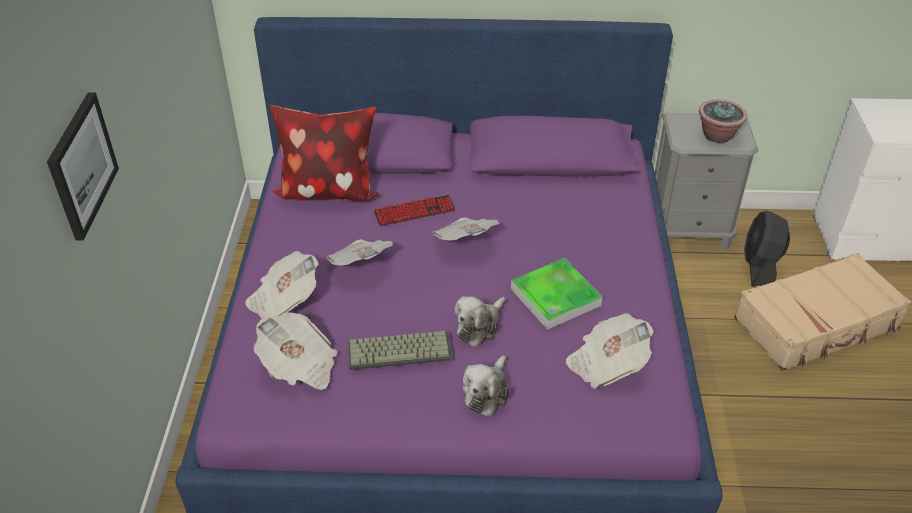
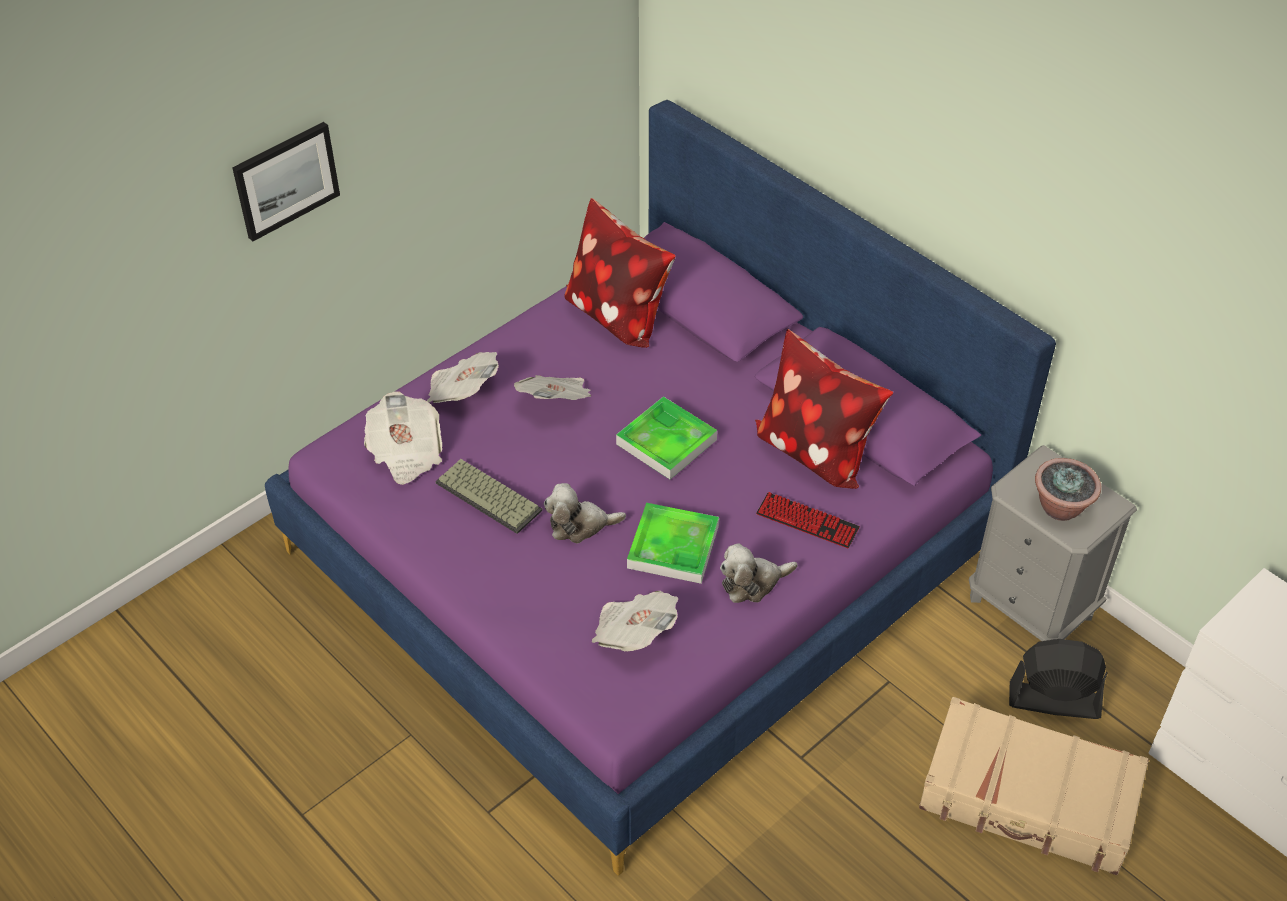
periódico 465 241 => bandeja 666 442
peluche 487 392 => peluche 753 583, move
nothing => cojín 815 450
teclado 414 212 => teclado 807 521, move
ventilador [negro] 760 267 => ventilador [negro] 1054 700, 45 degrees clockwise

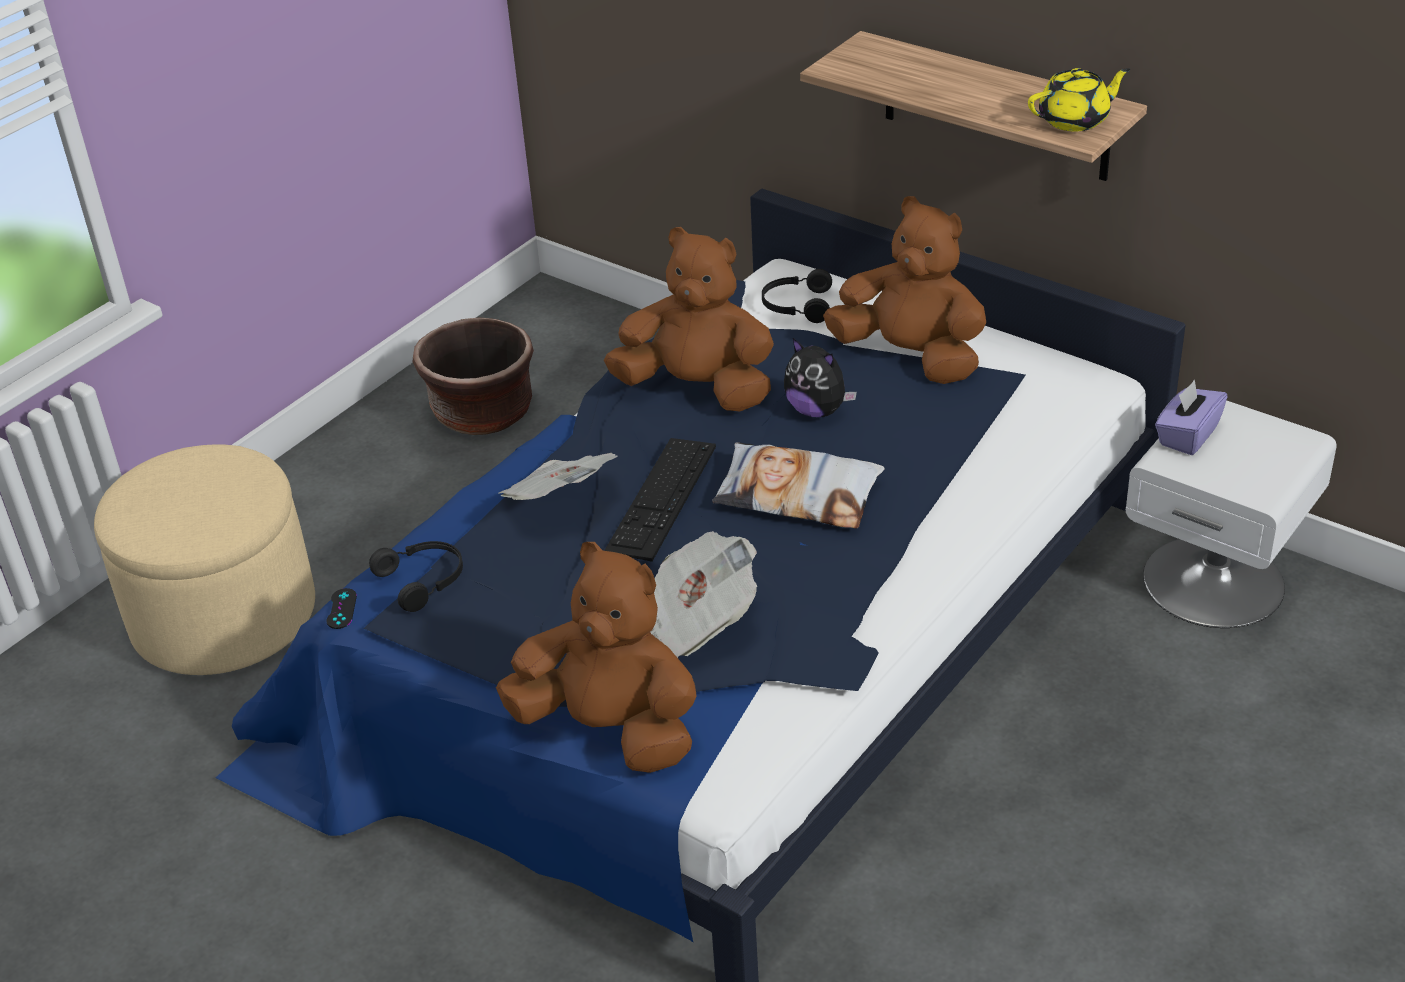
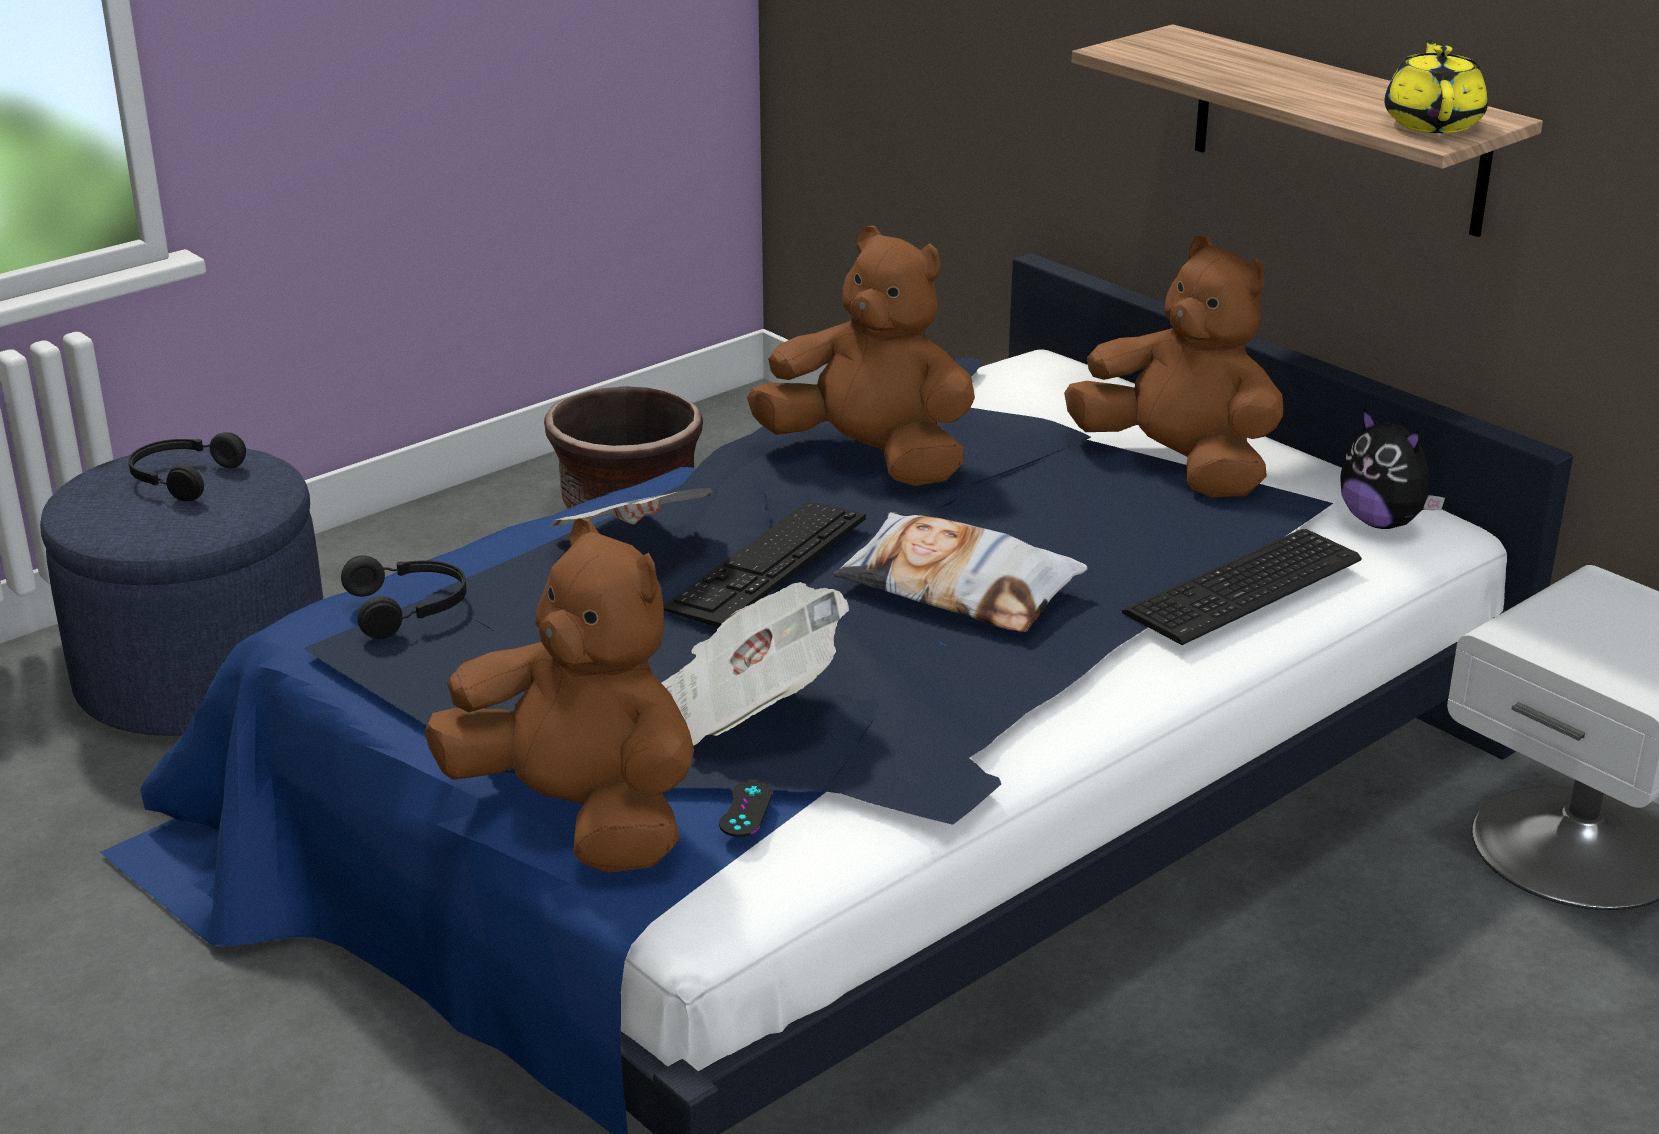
puf [beis] 224 616 => puf [azul] 203 676
auriculares [negro] 796 306 => auriculares [negro] 182 479, move
mando de consola [negro] 341 609 => mando de consola [negro] 746 809, move
nothing => teclado 1250 587
peluche 817 410 => peluche 1382 522, move
tetera [amarillo] 1075 120 => tetera [amarillo] 1433 123, 75 degrees counterclockwise
caja de pañuelos [morado] 1187 436 => nothing

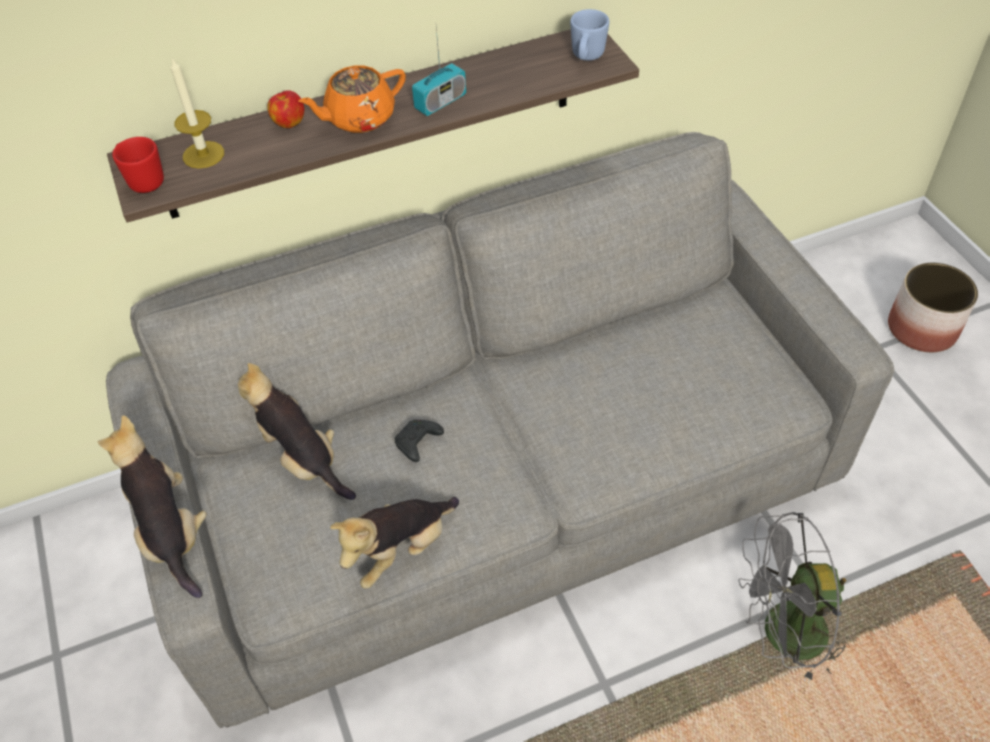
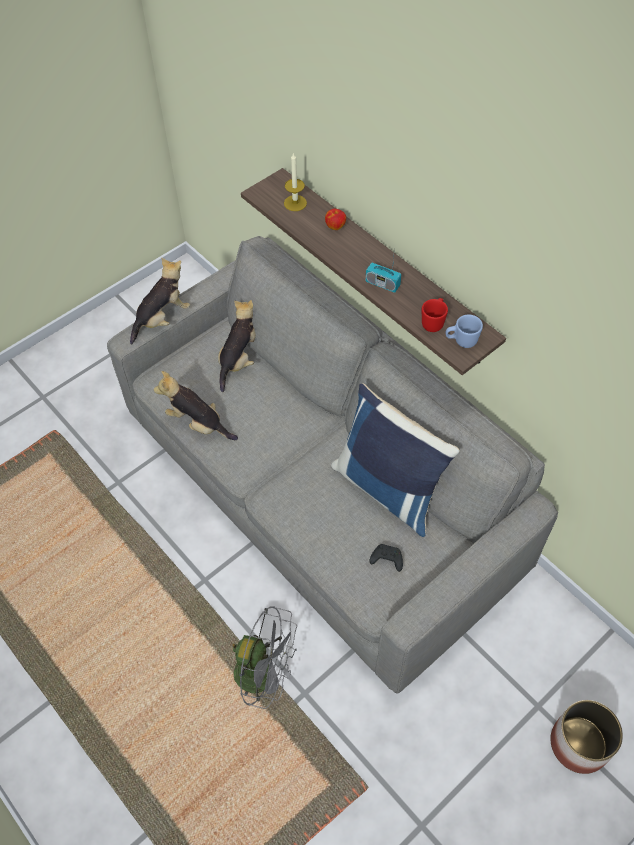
ventilador [gris] 781 636 => ventilador [gris] 264 674, 135 degrees clockwise
nothing => cojín [azul] 389 488
mando de consola [negro] 417 444 => mando de consola [negro] 386 560, move
taza grande [rojo] 143 180 => taza grande [rojo] 433 322, move
tetera [naranja] 359 118 => nothing

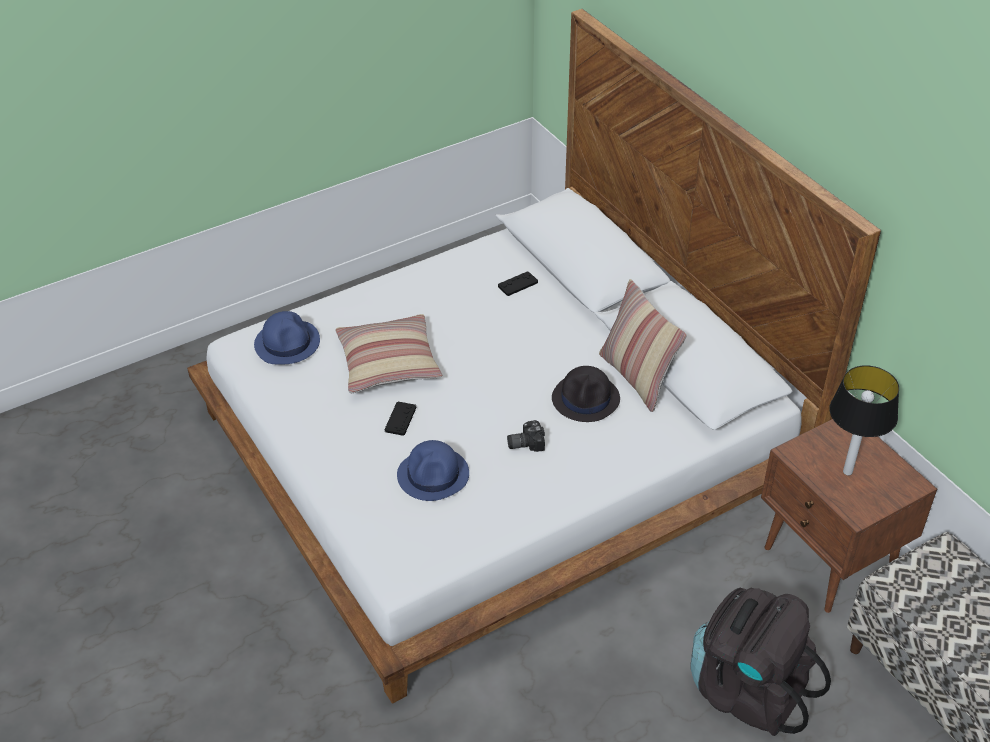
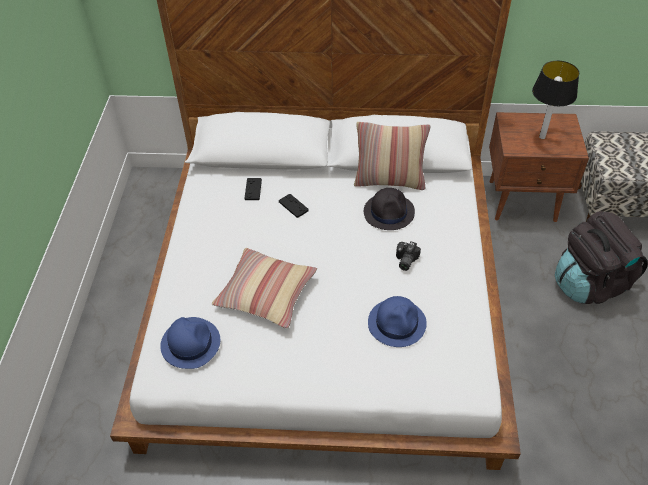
mando de consola [negro] 400 419 => mando de consola [negro] 293 206, move

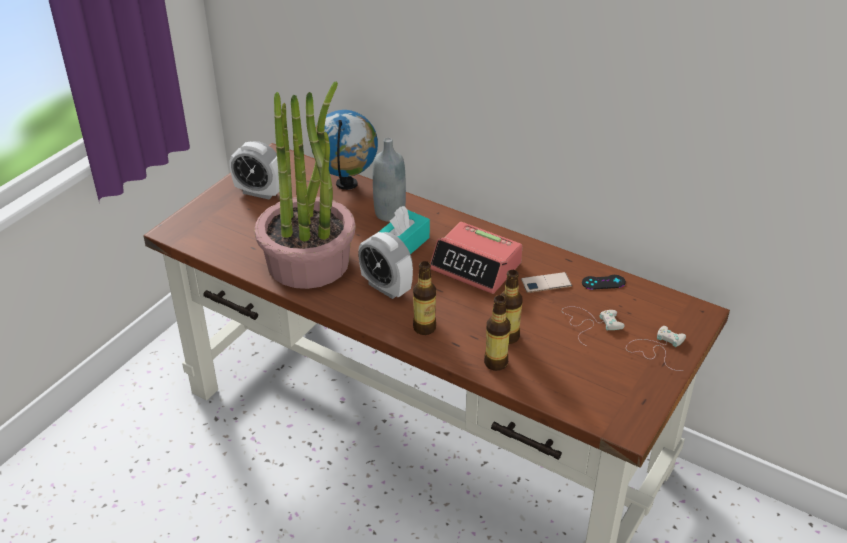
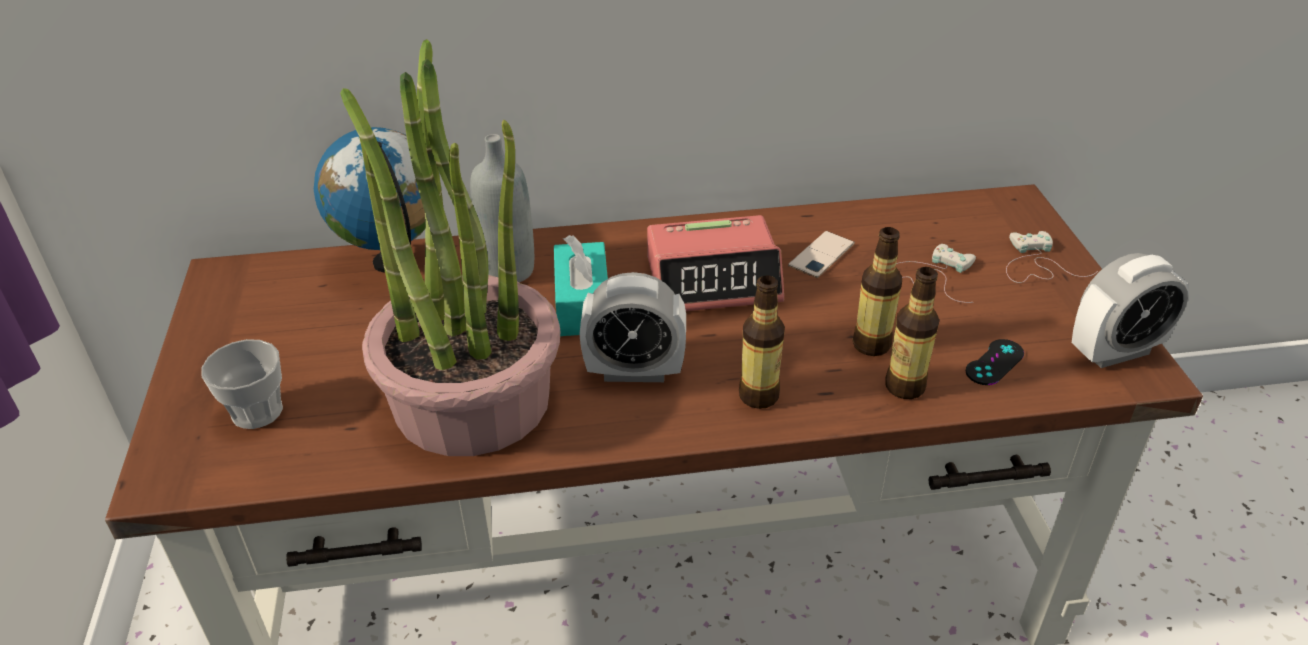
nothing => taza 257 411
mando de consola [negro] 603 282 => mando de consola [negro] 994 362, move
despertador 259 192 => despertador 1115 352, move

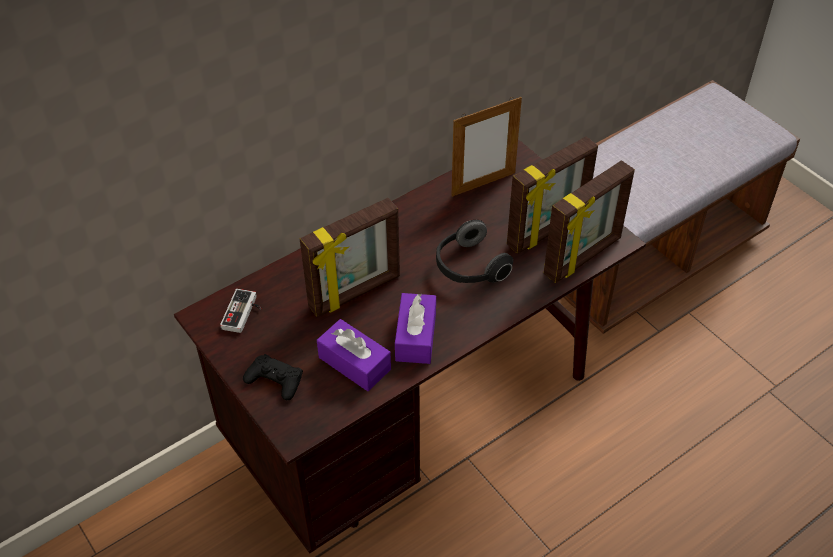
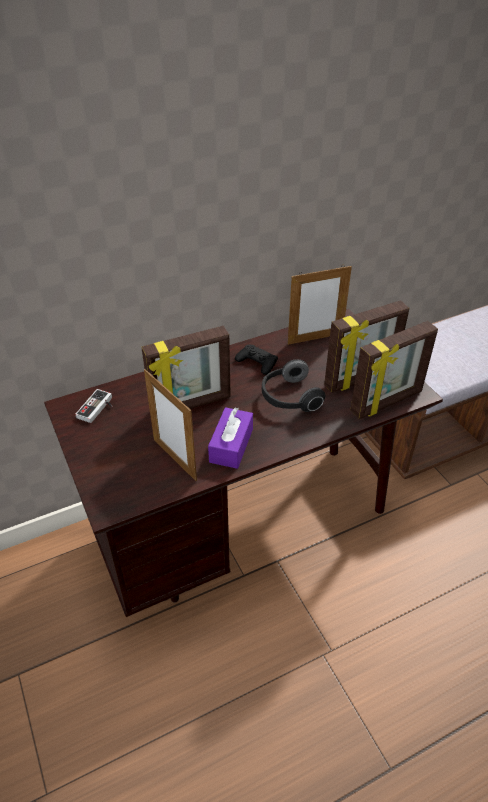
caja de pañuelos [morado] 354 363 => portarretratos 174 459
mando de consola [negro] 275 380 => mando de consola [negro] 257 362, move

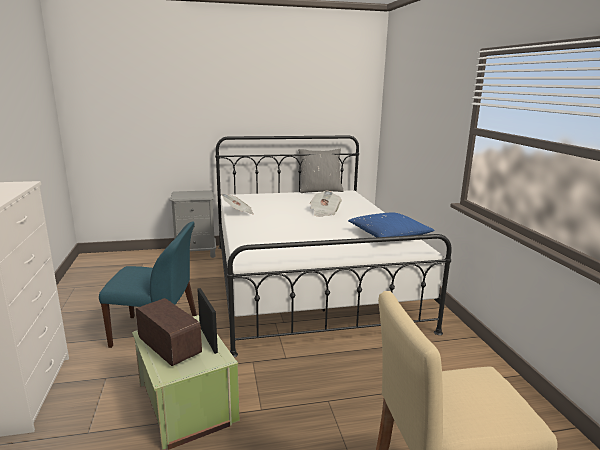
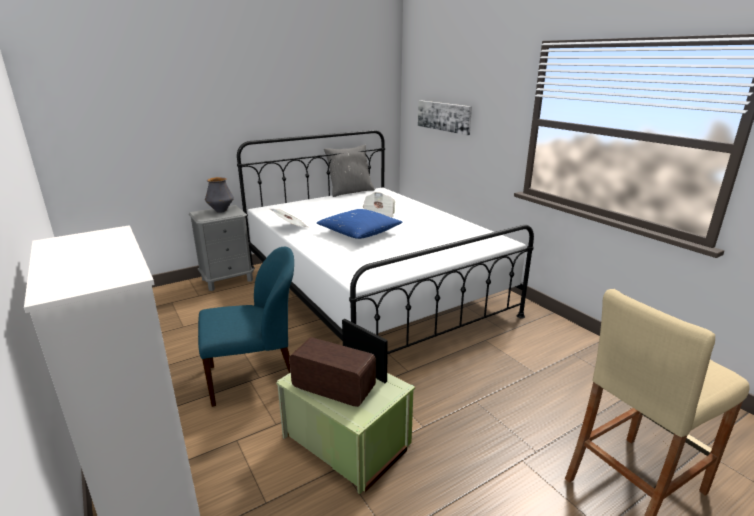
nothing => florero 221 211
cojín [azul] 388 235 => cojín [azul] 359 232, move
nothing => cuadro 444 116

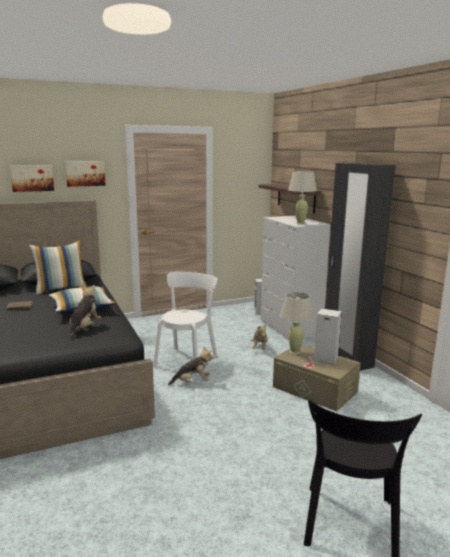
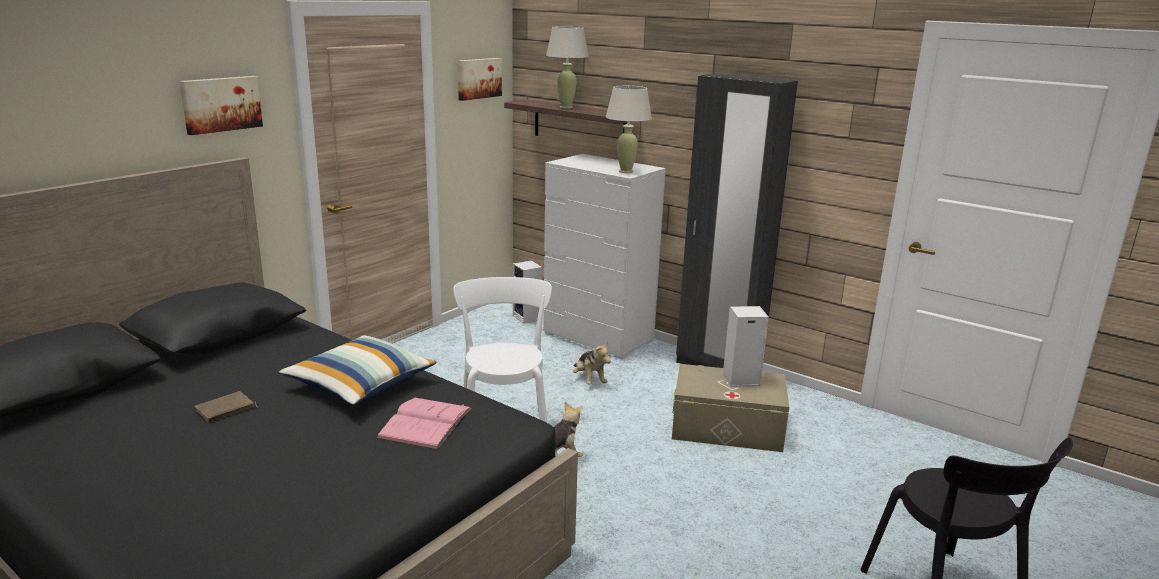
peluche 85 328 => libro [rosa] 425 423
cuadro 32 178 => cuadro 478 78, move
lámpara de mesa [beis] 294 352 => lámpara de mesa [beis] 566 107, move
cojín 61 288 => nothing

